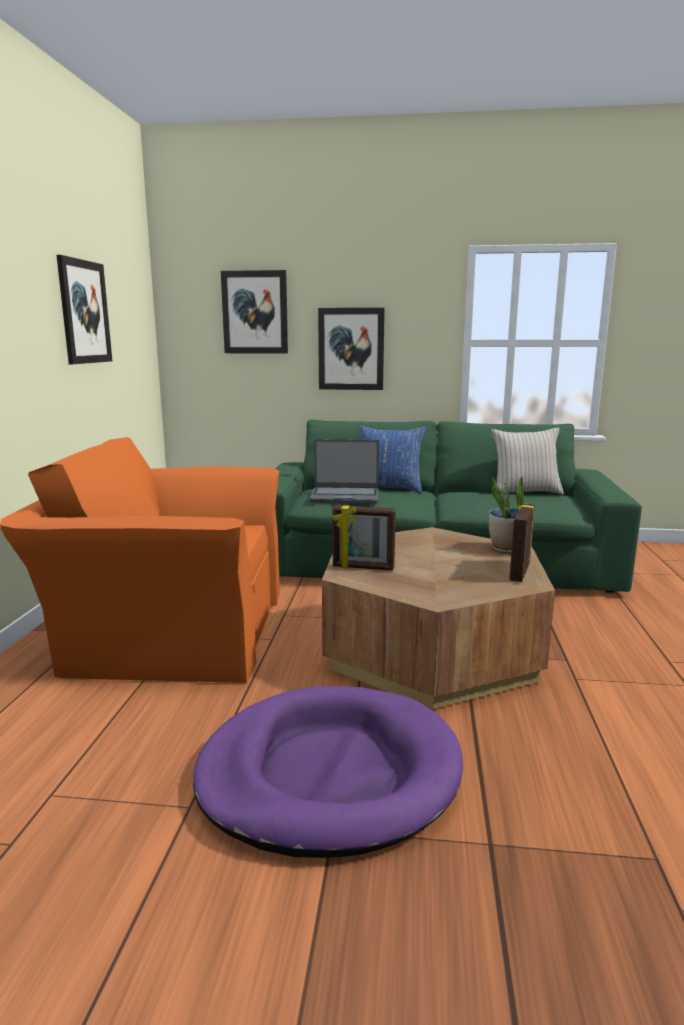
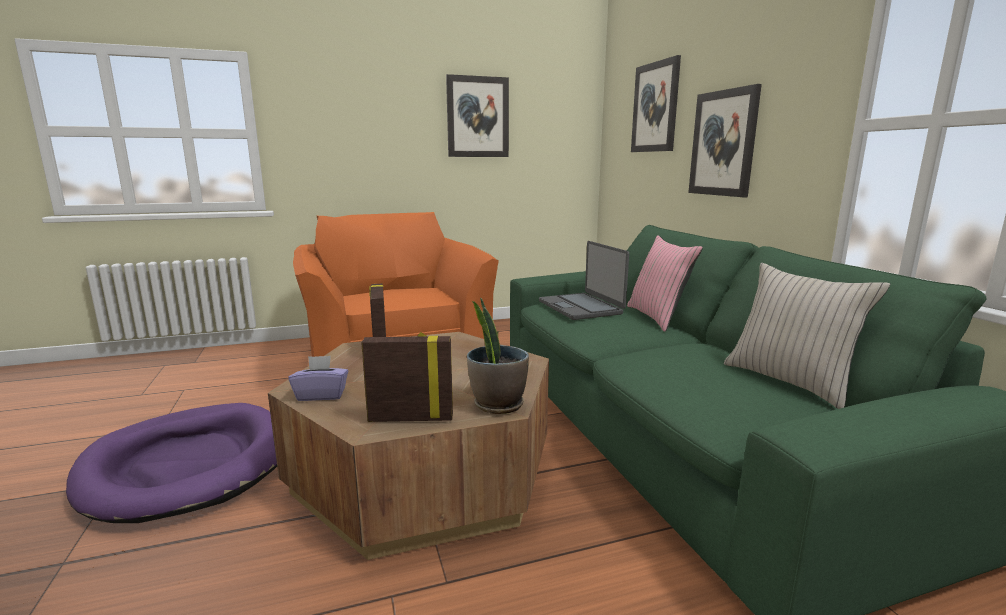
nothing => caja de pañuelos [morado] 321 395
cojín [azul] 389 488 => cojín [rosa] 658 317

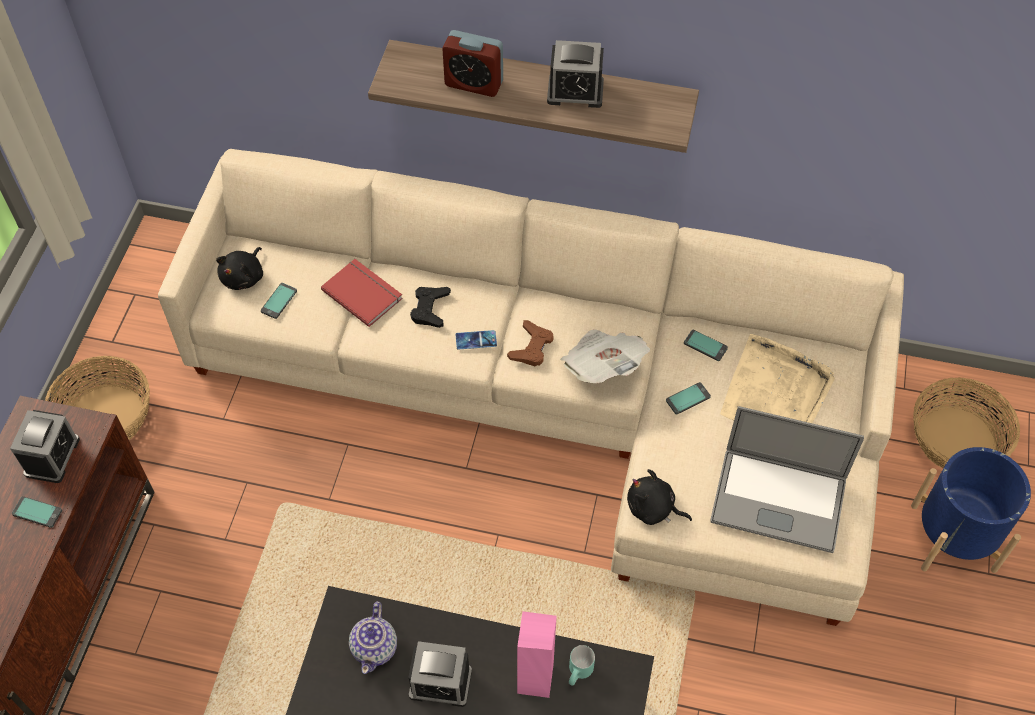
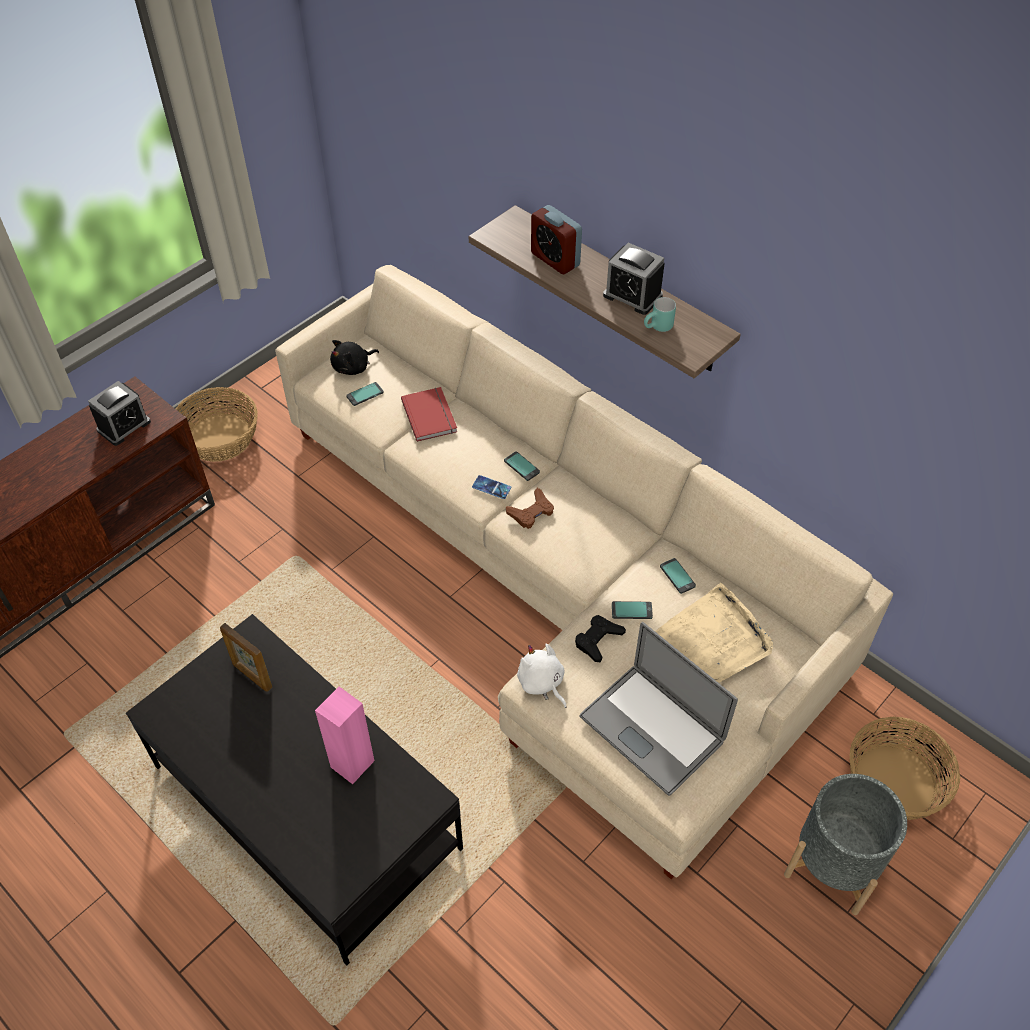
tetera 375 647 => portarretratos 252 676
móvil 37 512 => móvil 522 466, move
peluche [negro] 653 509 => peluche [blanco] 542 683
mando de consola [negro] 430 309 => mando de consola [negro] 598 640, move
taza grande [turquesa] 580 674 => taza grande [turquesa] 658 328, move
maceta [azul] 953 537 => maceta [gris] 834 863
despertador 440 683 => nothing
periódico 603 366 => nothing

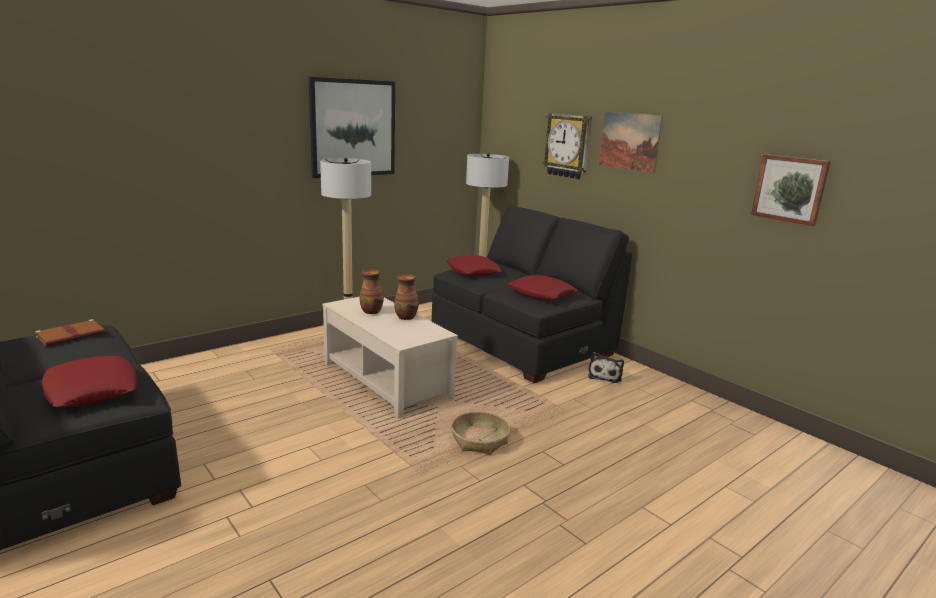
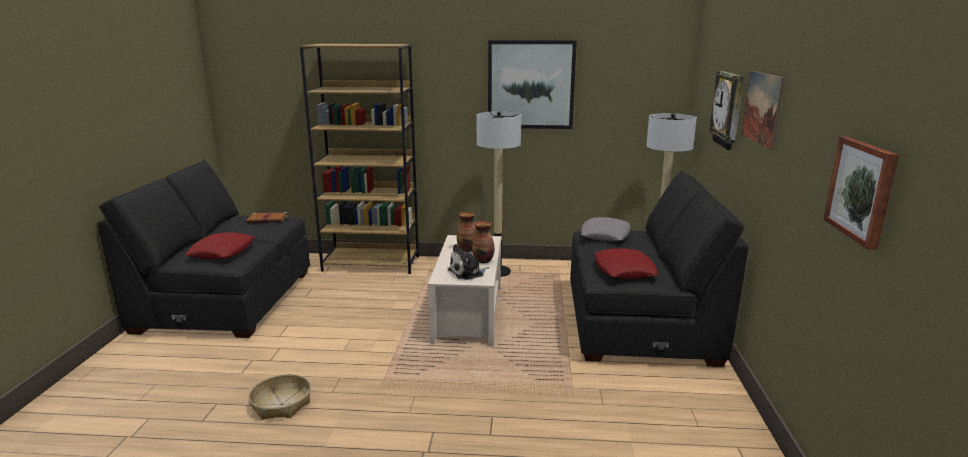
cesta 480 440 => cesta 281 404, move
nothing => estantería [marrón] 372 263
peluche 605 376 => peluche 468 273, move
cojín [rojo] 473 271 => cojín [gris] 605 235

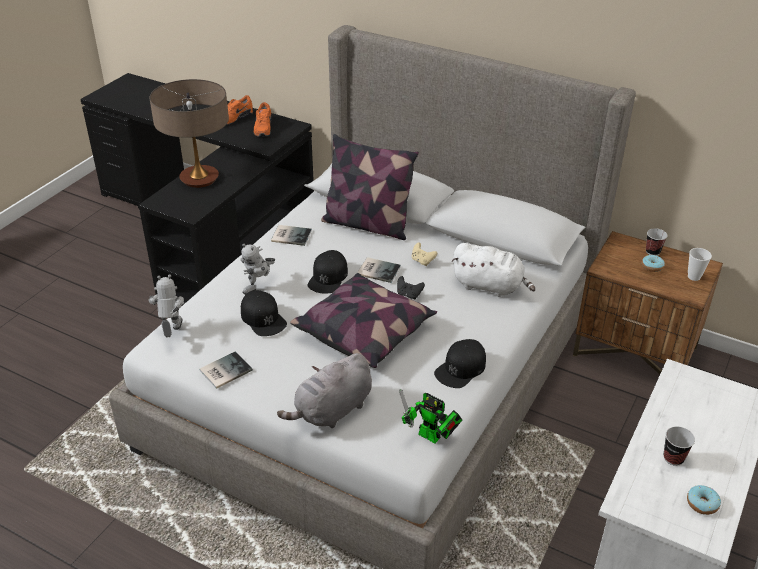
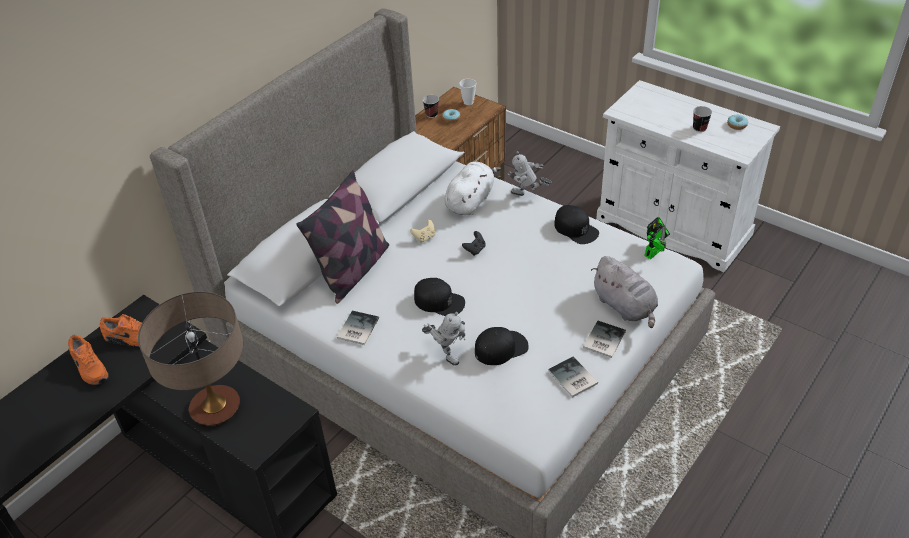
robot de juguete 172 333 => robot de juguete 527 196, move
libro 378 270 => libro 602 340, move
cojín 364 332 => nothing

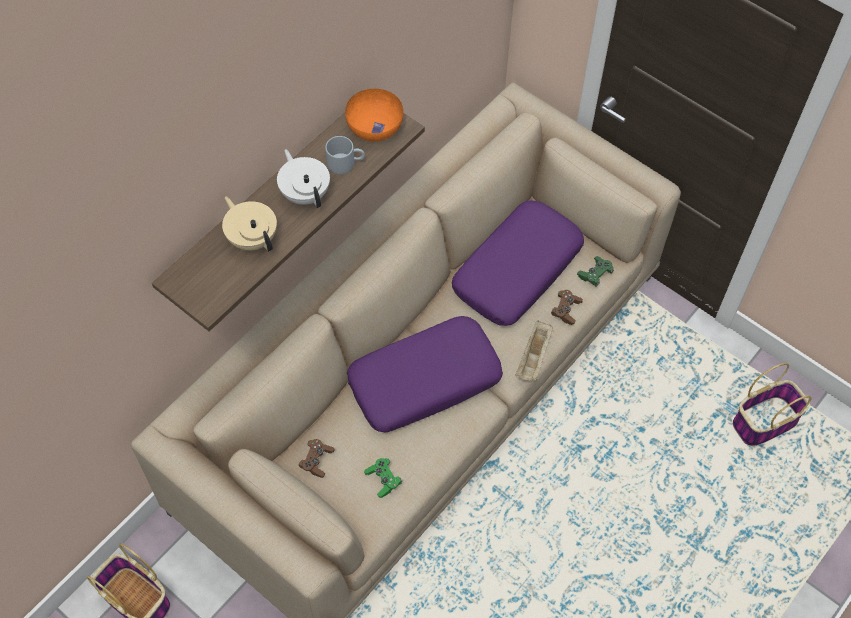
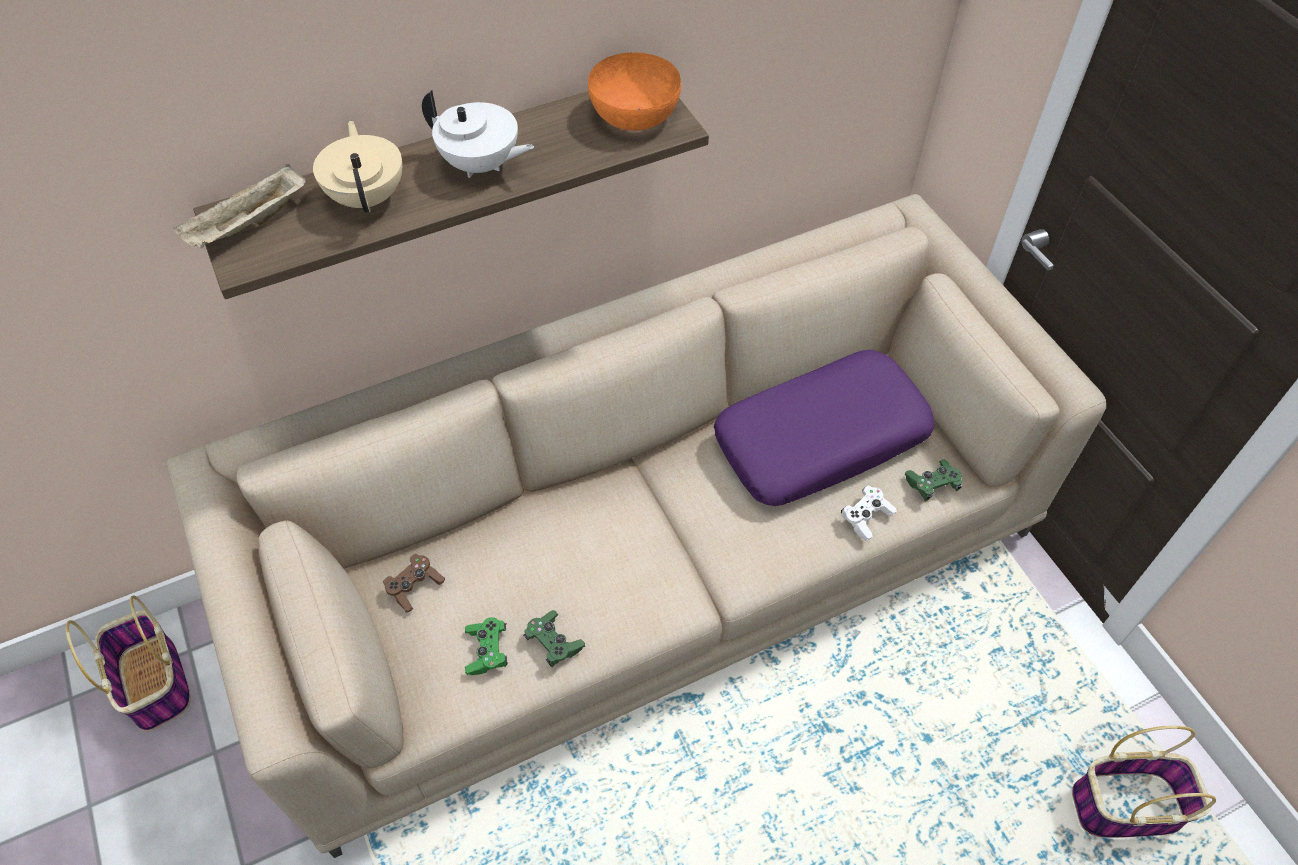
bandeja [beis] 534 357 => bandeja [beis] 249 226, move
tetera [blanco] 305 193 => tetera [blanco] 481 165, 120 degrees clockwise
nothing => mando de consola [verde] 554 643
mando de consola [marrón] 566 310 => mando de consola [blanco] 866 517
taza grande [gris] 345 162 => nothing
cojín [morado] 424 380 => nothing

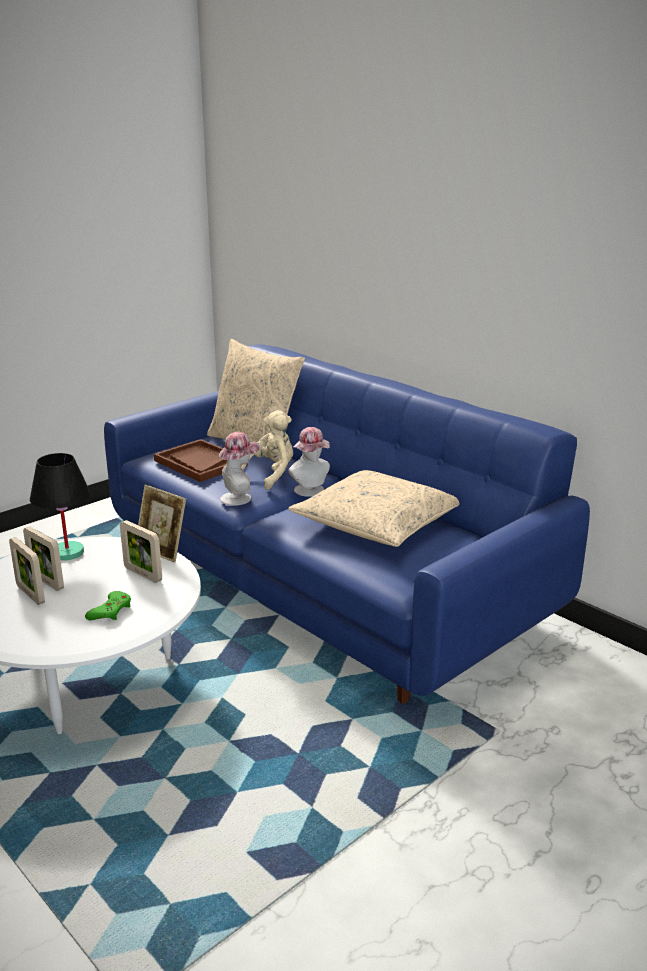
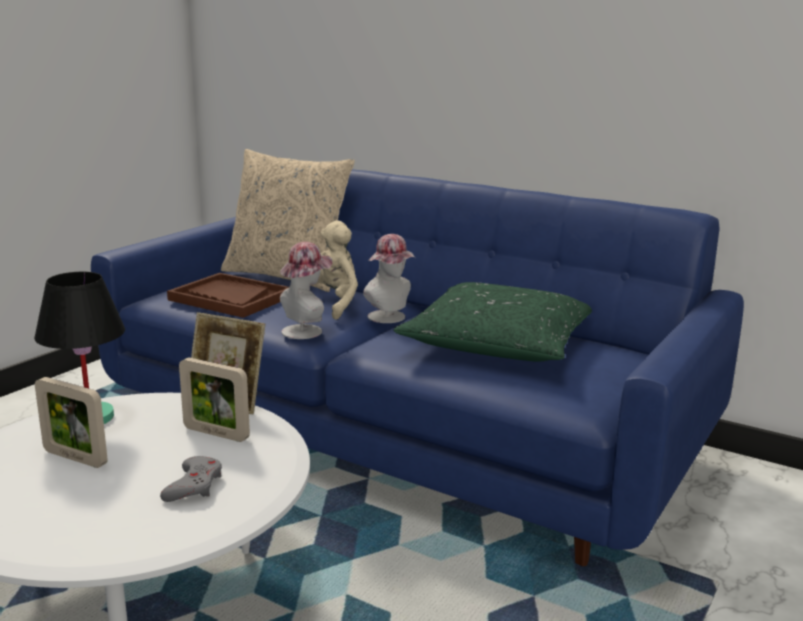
mando de consola [verde] 111 611 => mando de consola [gris] 194 485
cojín [beis] 377 523 => cojín [verde] 498 343
portarretratos 30 594 => nothing

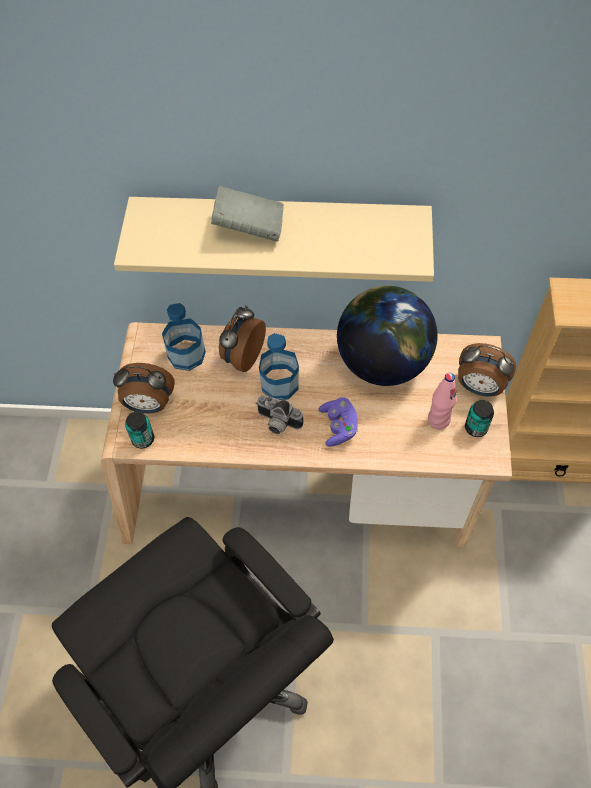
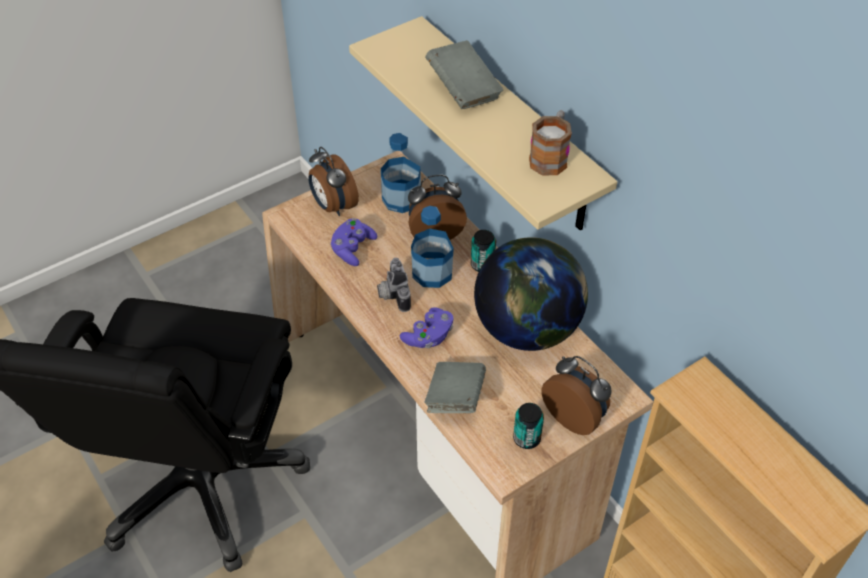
nothing => mando de consola [morado] 352 249
nothing => libro [gris] 455 398
lata 143 439 => lata 482 265, move
nothing => taza grande 550 157
despertador 479 387 => despertador 575 416, 150 degrees clockwise
botella [rosa] 438 420 => nothing

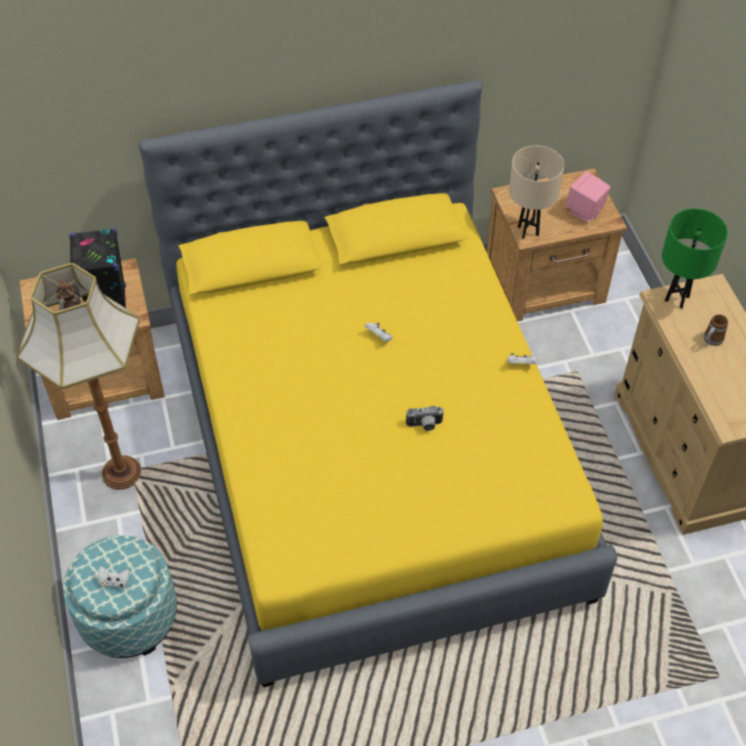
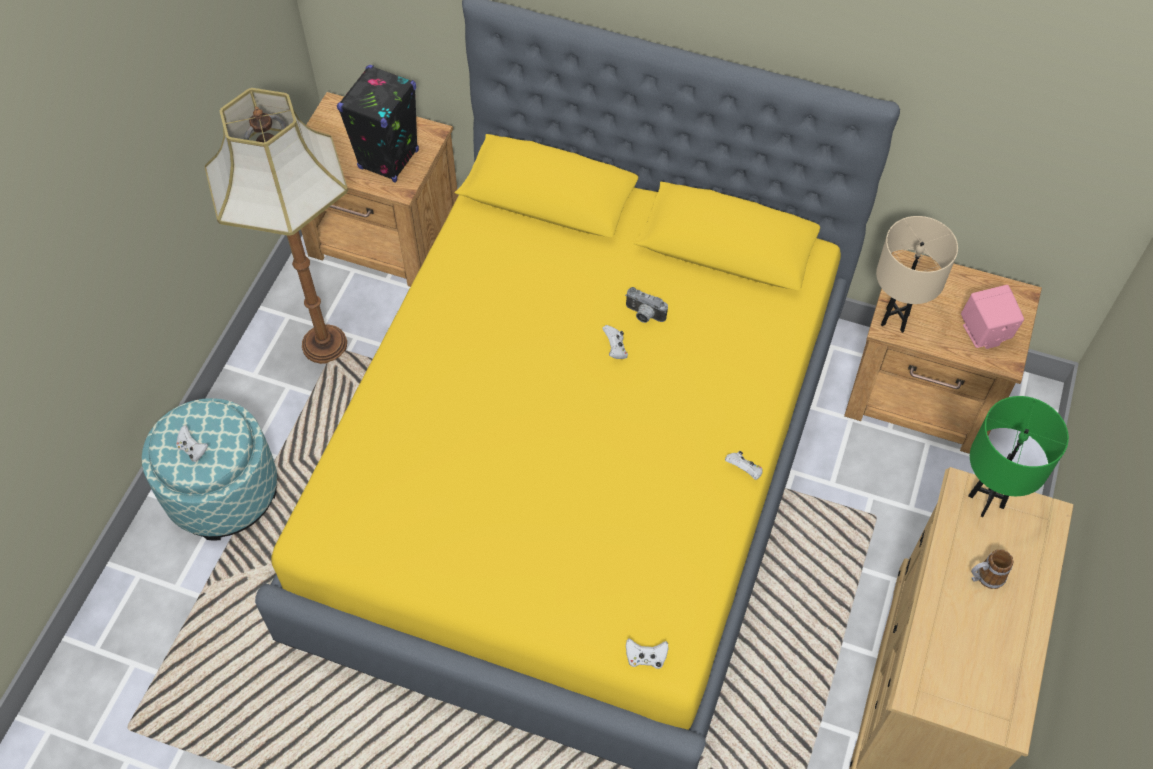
cámara 424 425 => cámara 643 315, move
nothing => mando de consola [blanco] 645 658

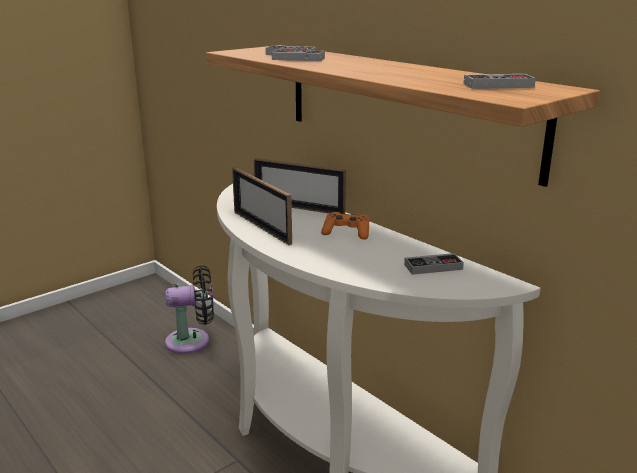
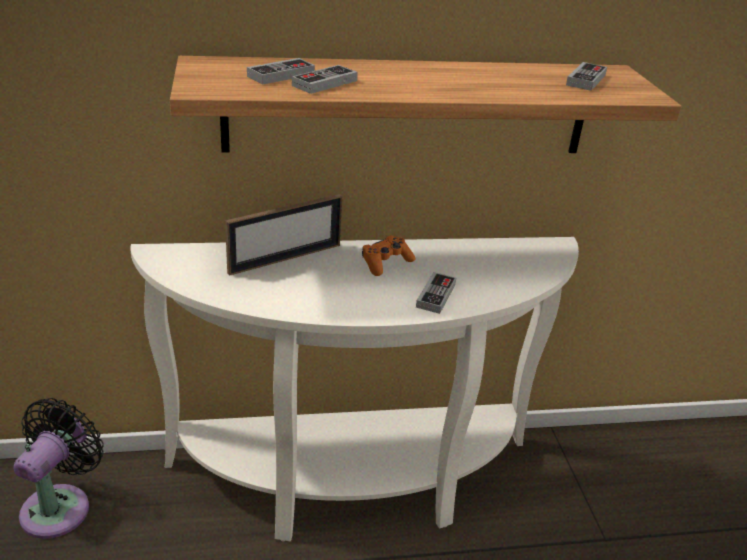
mando de consola 433 267 => mando de consola 436 295, move
portarretratos 261 227 => nothing

